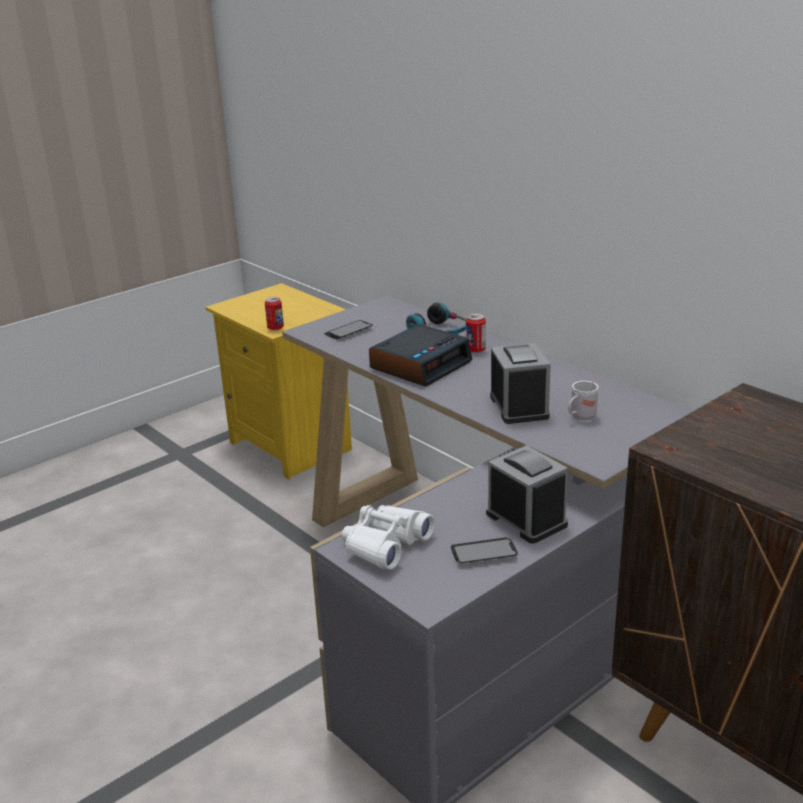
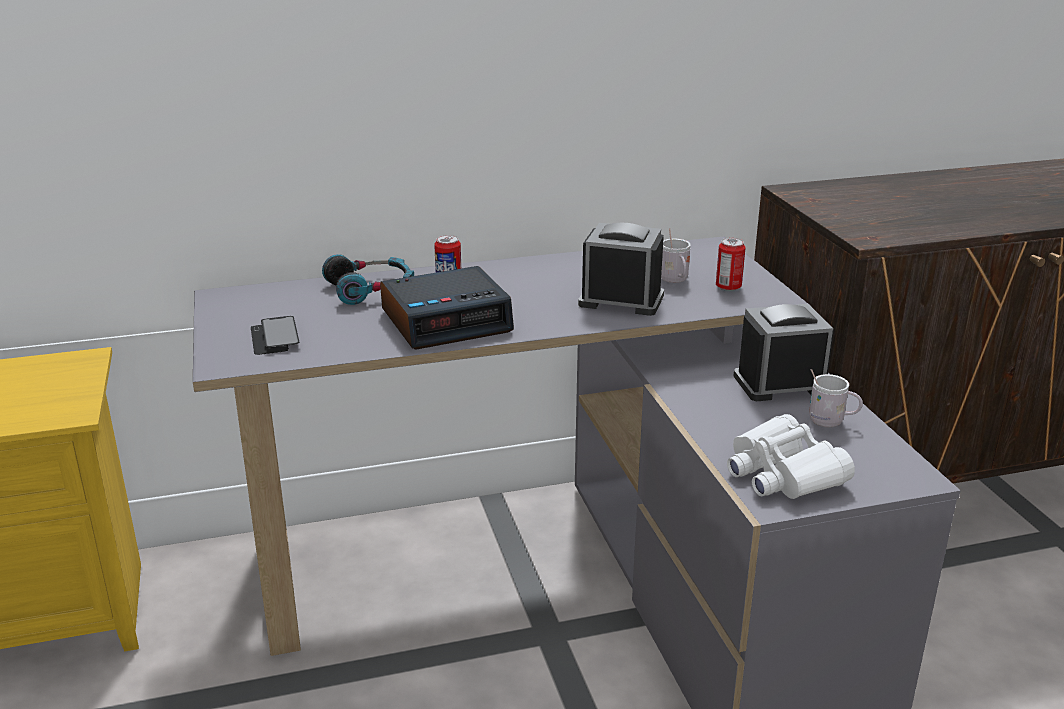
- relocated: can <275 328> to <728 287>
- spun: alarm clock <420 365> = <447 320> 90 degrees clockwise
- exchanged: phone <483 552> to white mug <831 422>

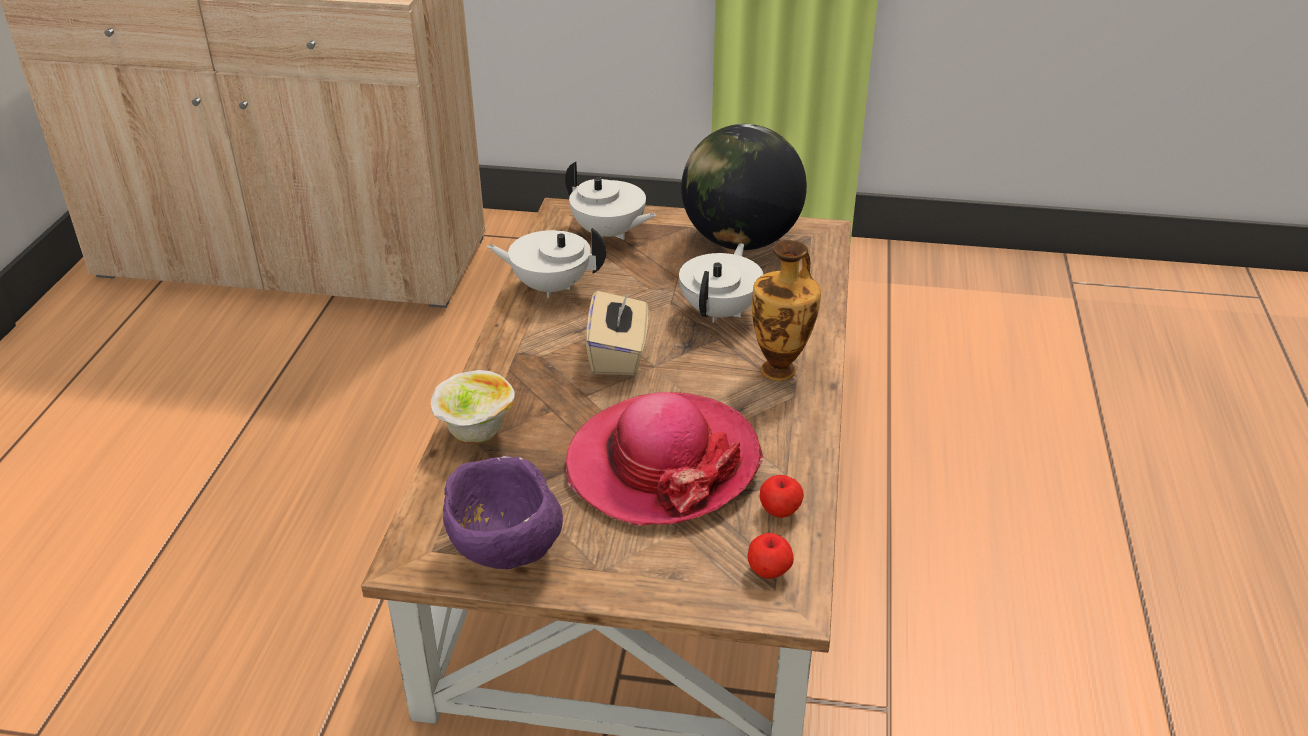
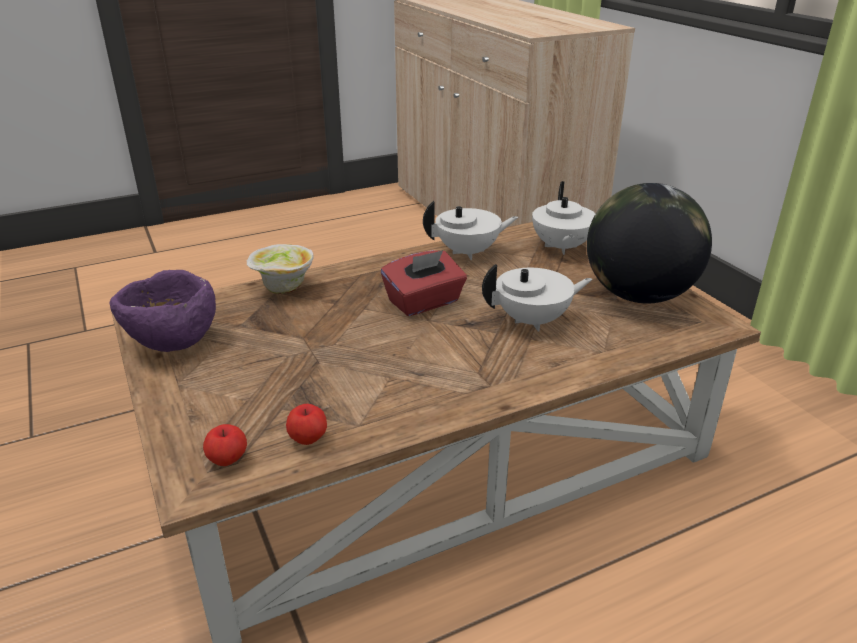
- spun: white teapot <550 286> = <468 252> 105 degrees clockwise
- missing: vase <780 369>
- colour: beige tissue box <618 355> to red tissue box <424 302>
- missing: hat <662 463>

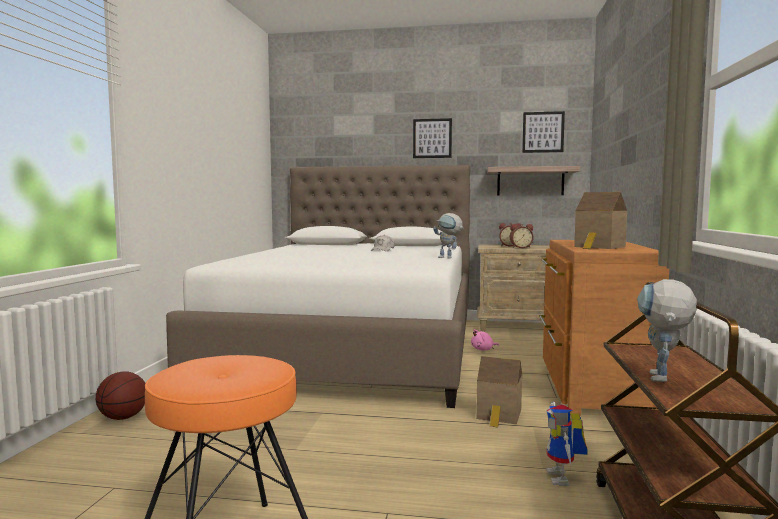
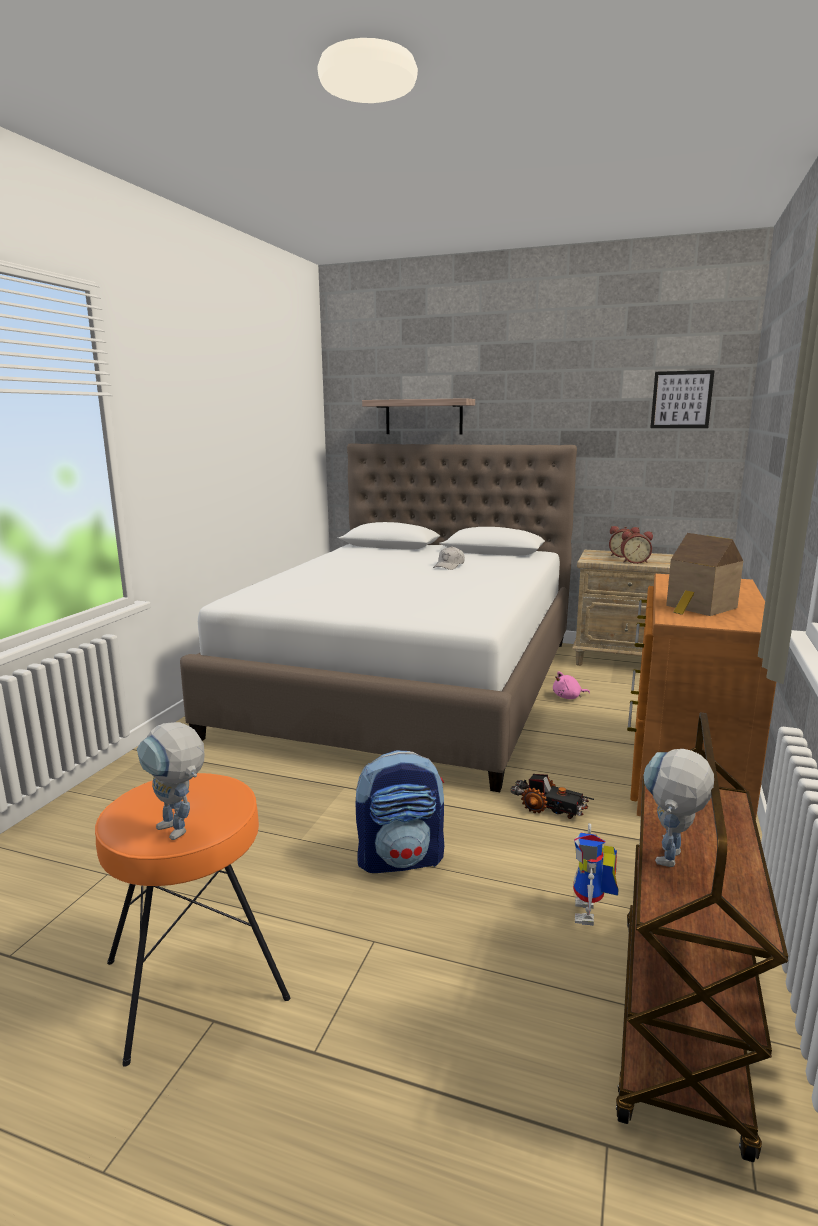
- missing: picture <432 138>
- relocated: shelf <530 181> to <423 417>
- relocated: toy robot <449 258> to <180 833>
- exchanged: toy house <499 415> to toy truck <549 809>
- missing: basketball <123 418>
- appeared: backpack <401 859>

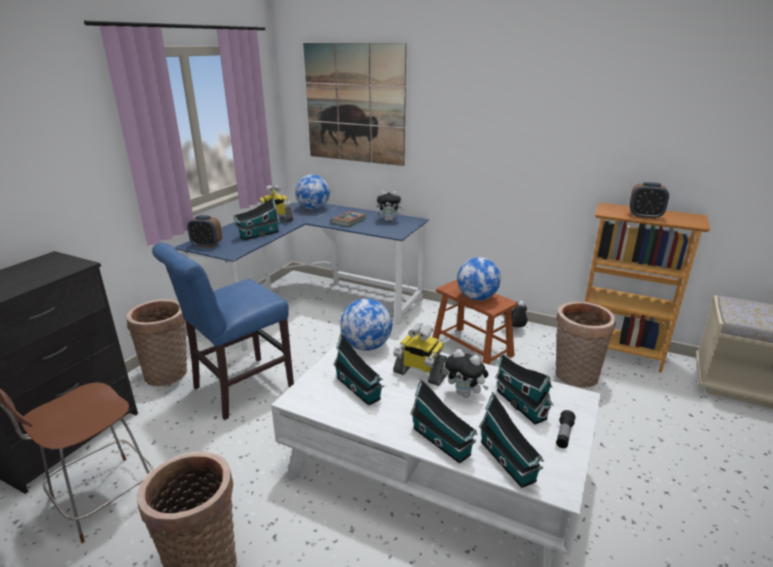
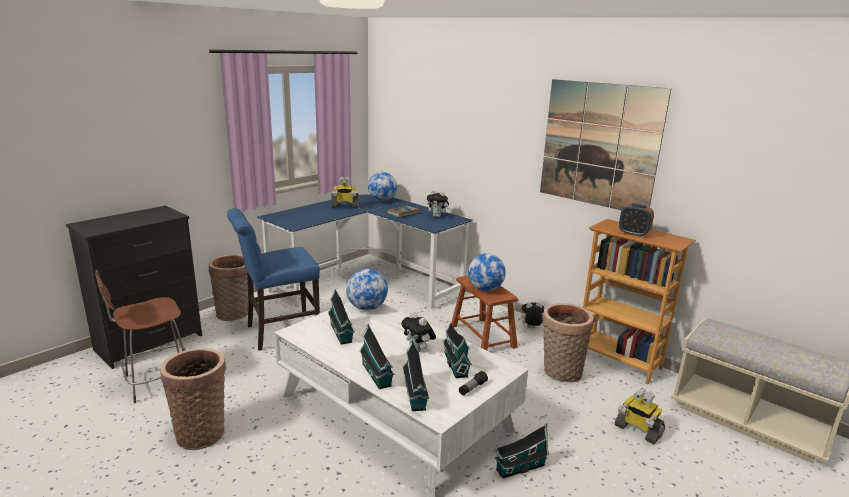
- relocated: picture <354 104> to <599 145>
- relocated: toy house <258 235> to <518 468>
- missing: alarm clock <207 245>
- relocated: toy robot <420 373> to <637 430>

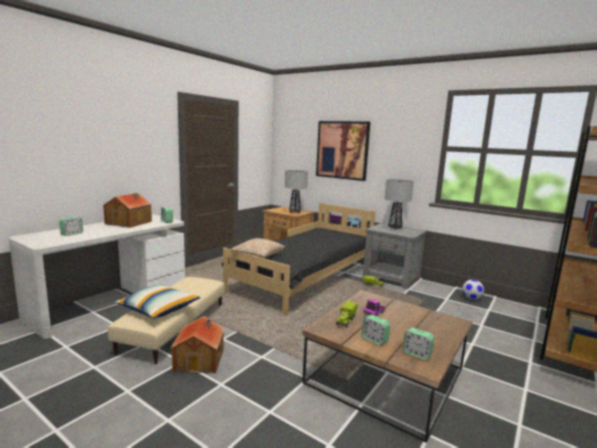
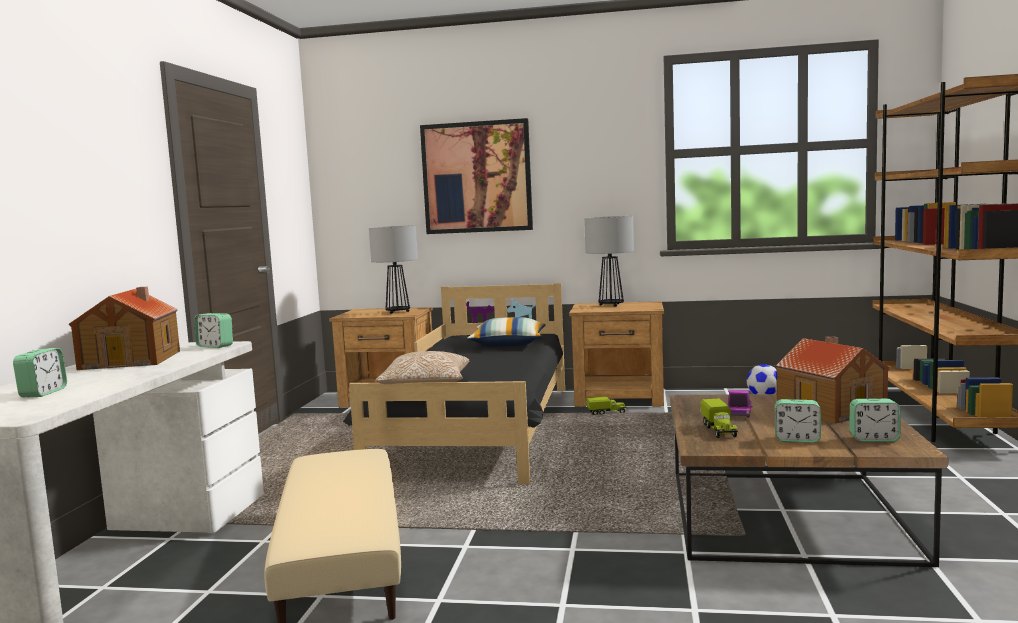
- colour: grey nightstand <391 278> to brown nightstand <620 398>
- relocated: pillow <159 309> to <508 344>
- relocated: toy house <200 359> to <831 409>

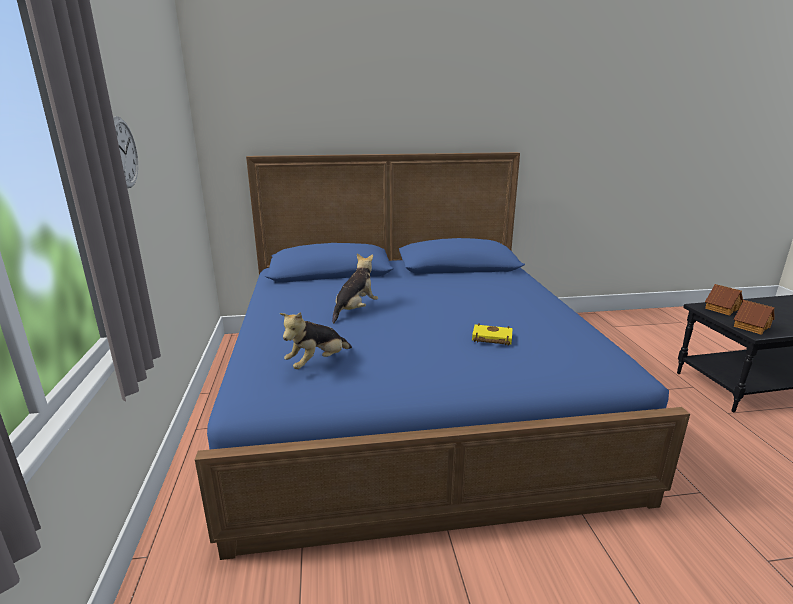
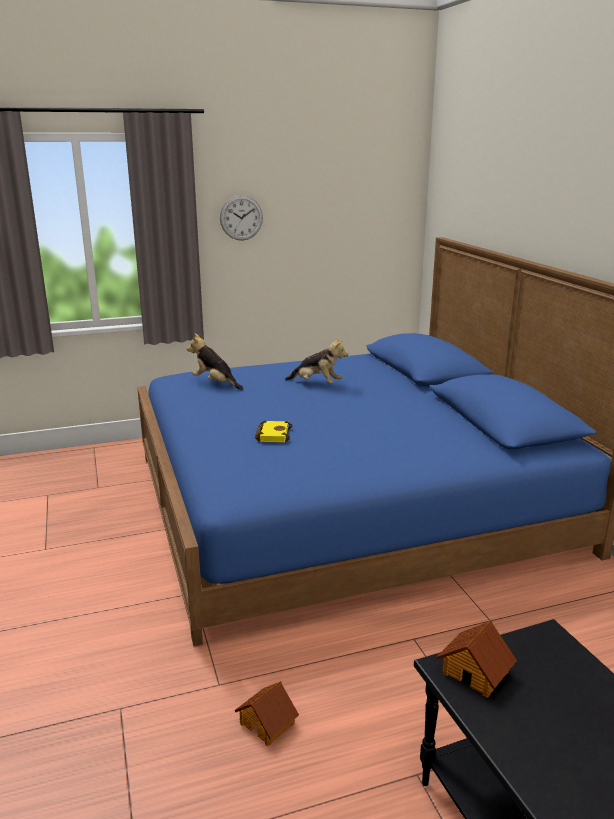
- relocated: toy house <721 309> to <268 723>

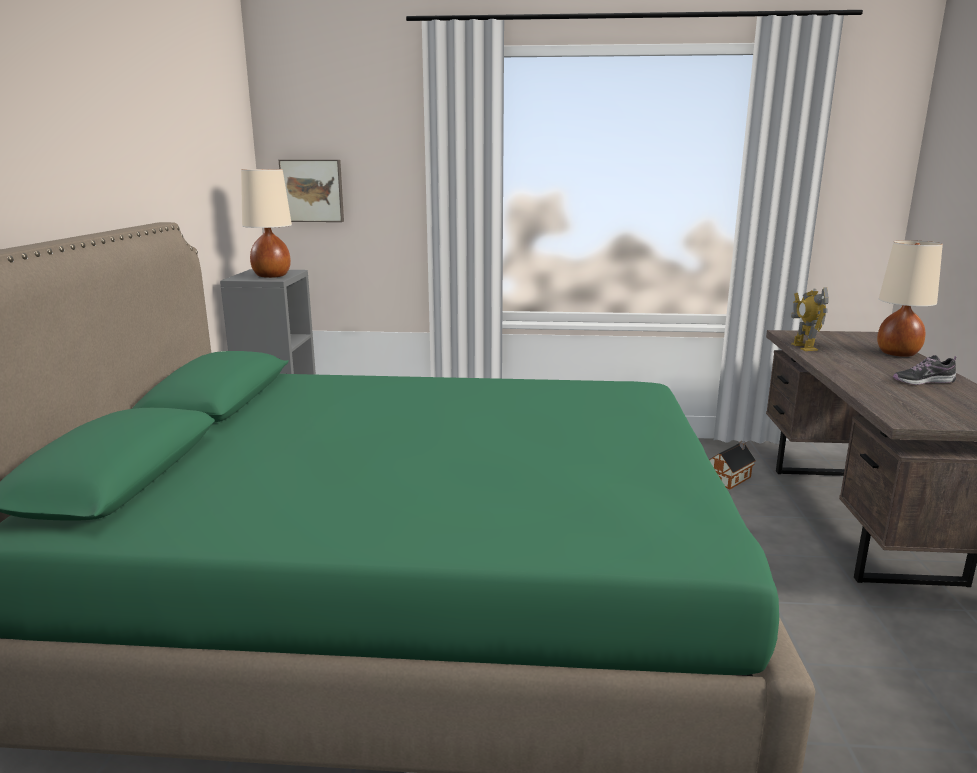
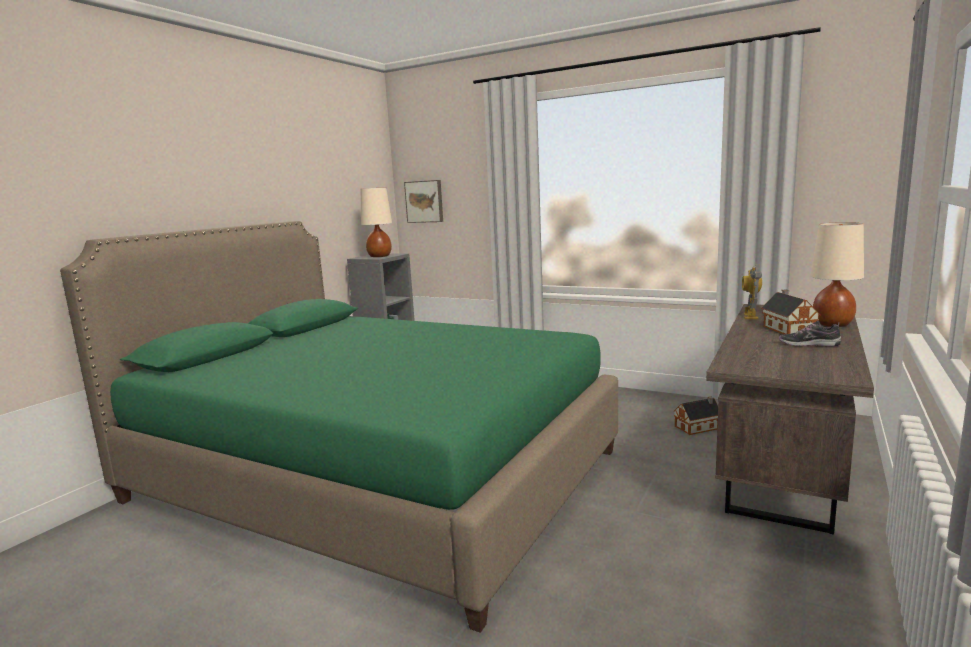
- appeared: toy house <788 329>

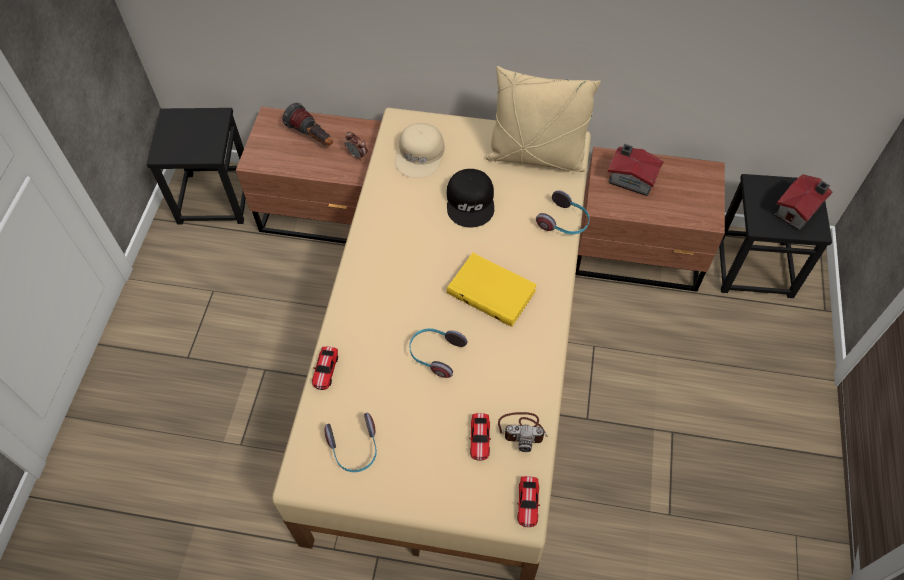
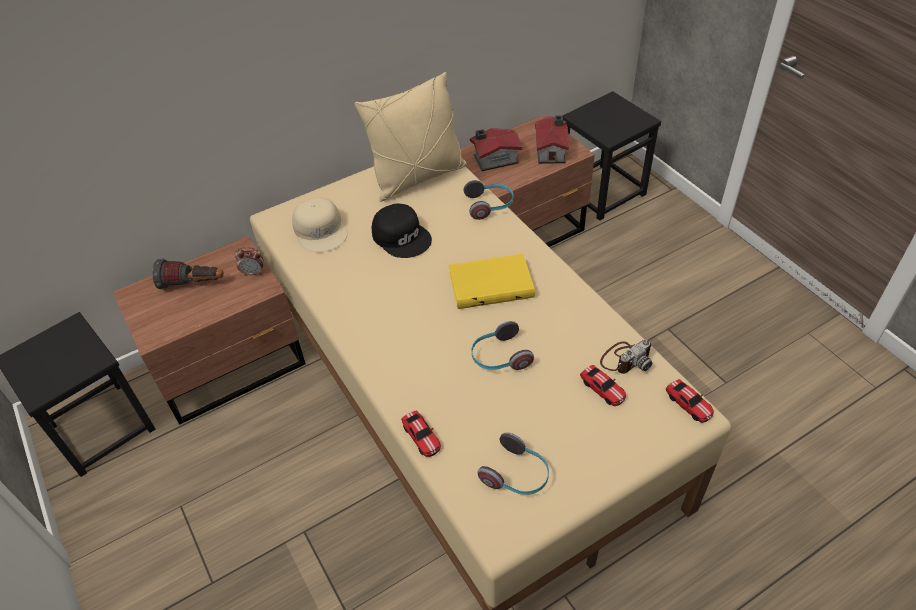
- relocated: toy house <799 210> to <551 151>

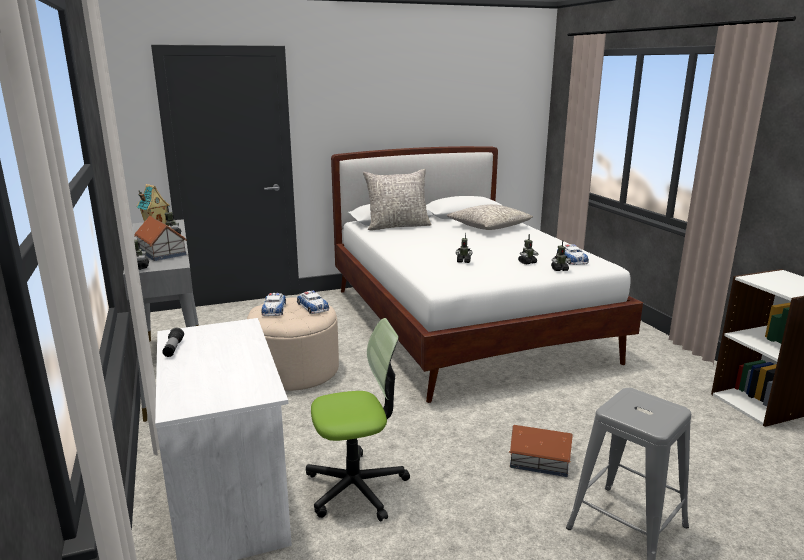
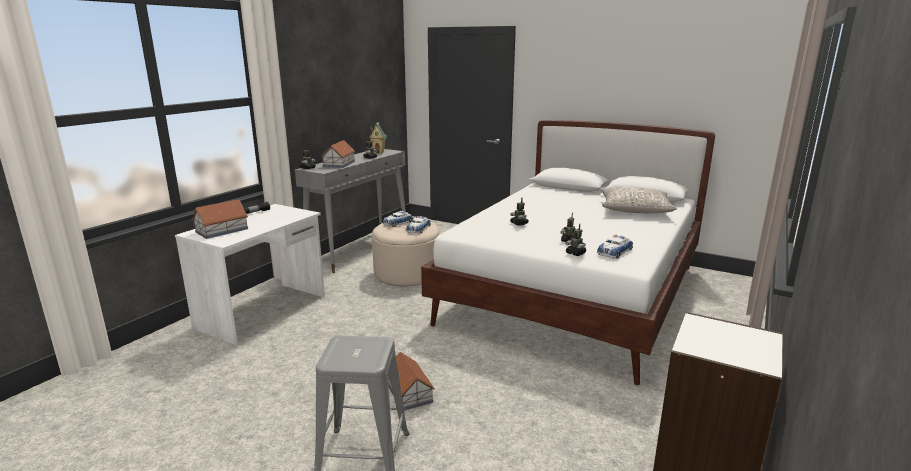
- missing: grey pillow <397 226>
- missing: office chair <356 487>
- appeared: toy house <221 230>

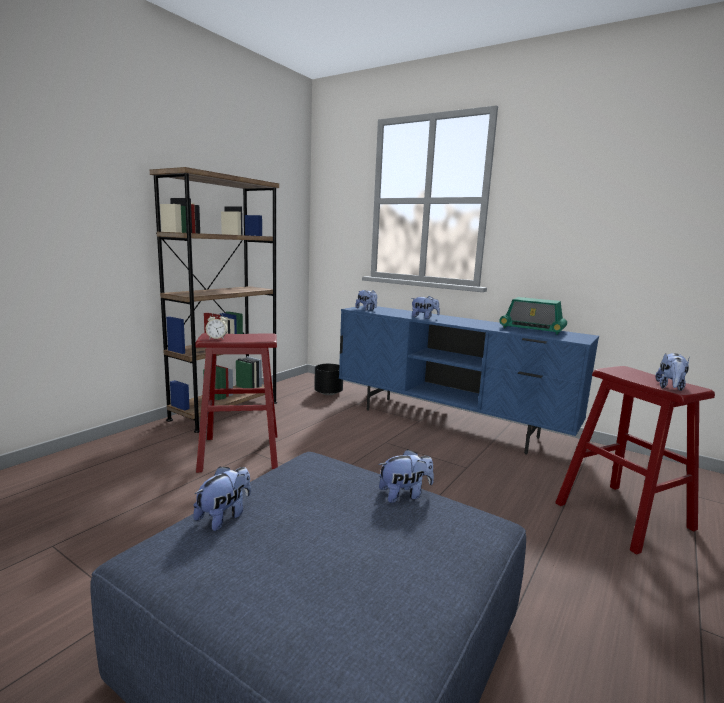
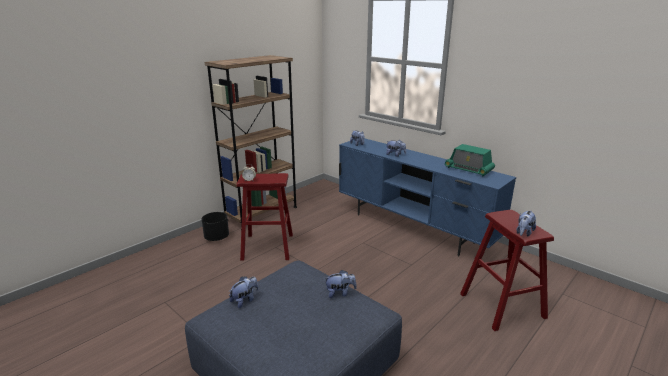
- relocated: black planter <328 393> to <216 238>

